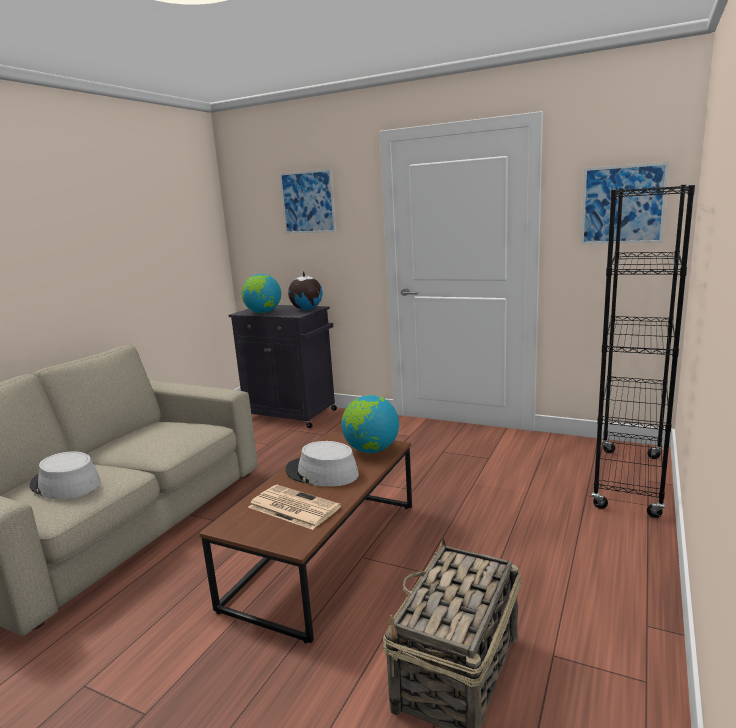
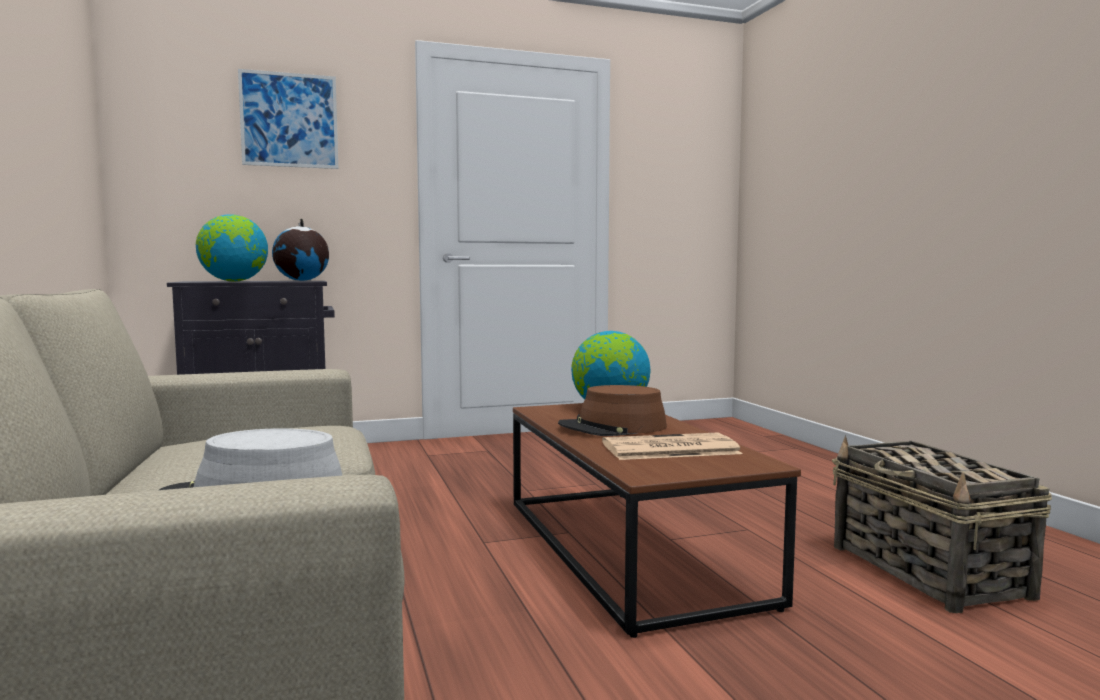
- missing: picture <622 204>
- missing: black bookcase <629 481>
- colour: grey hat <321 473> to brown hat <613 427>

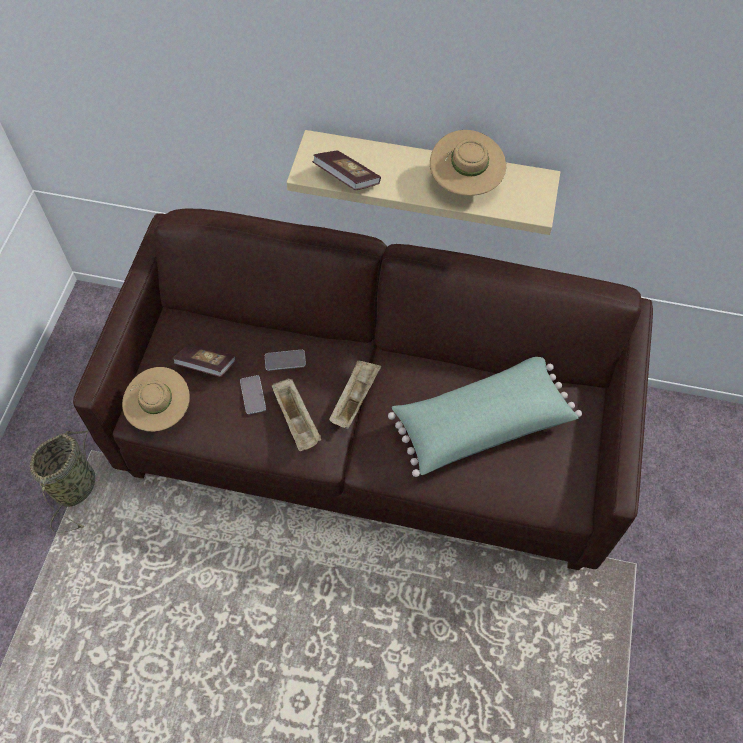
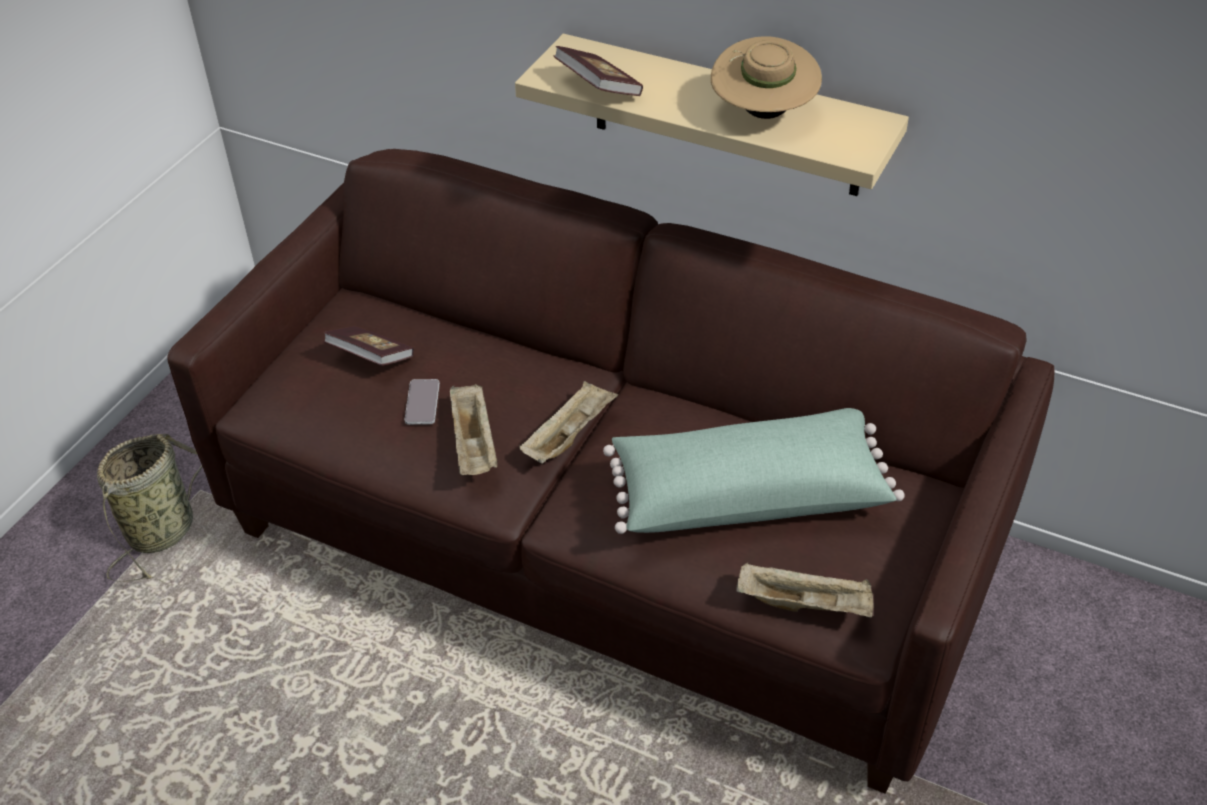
- missing: phone <285 360>
- missing: beige hat <161 411>
- appeared: beige tray <805 604>

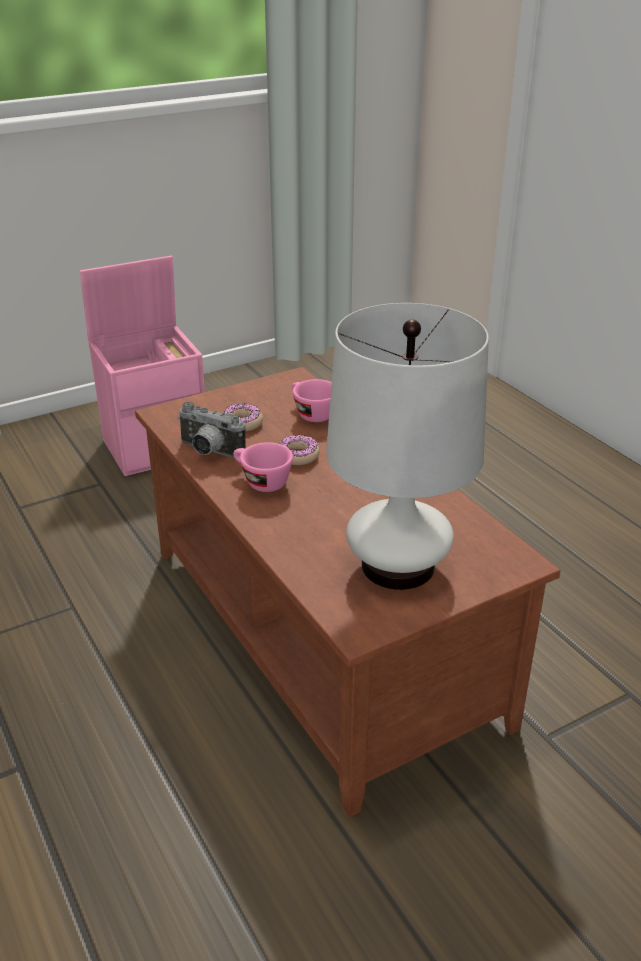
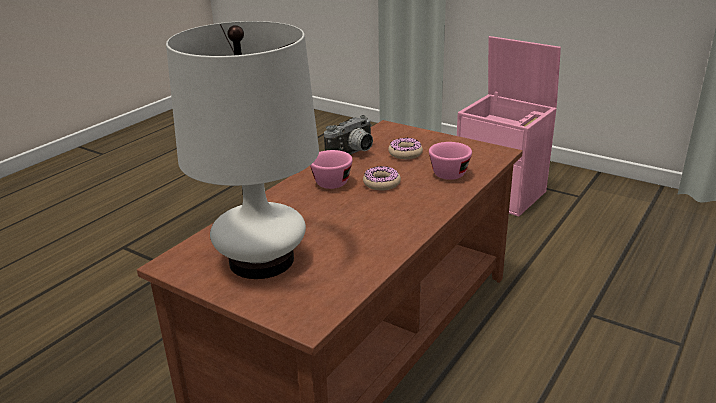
- spun: photo camera <208 452> = <353 154> 135 degrees counterclockwise

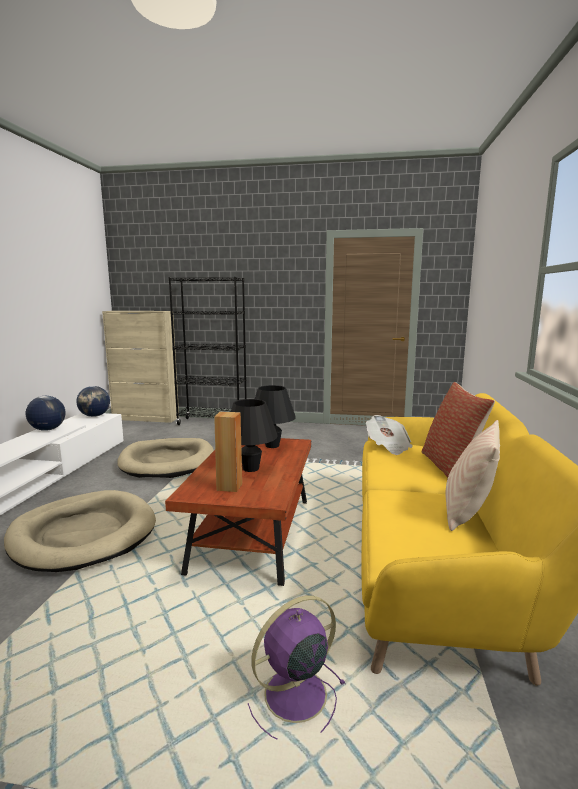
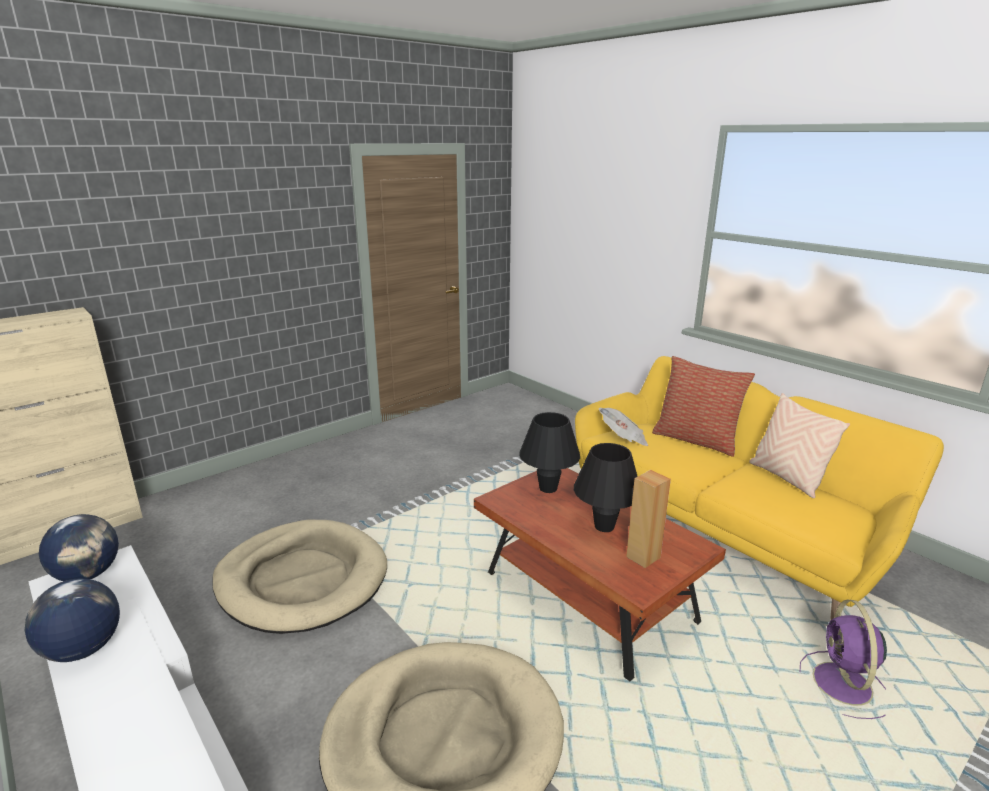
- missing: black bookcase <213 423>

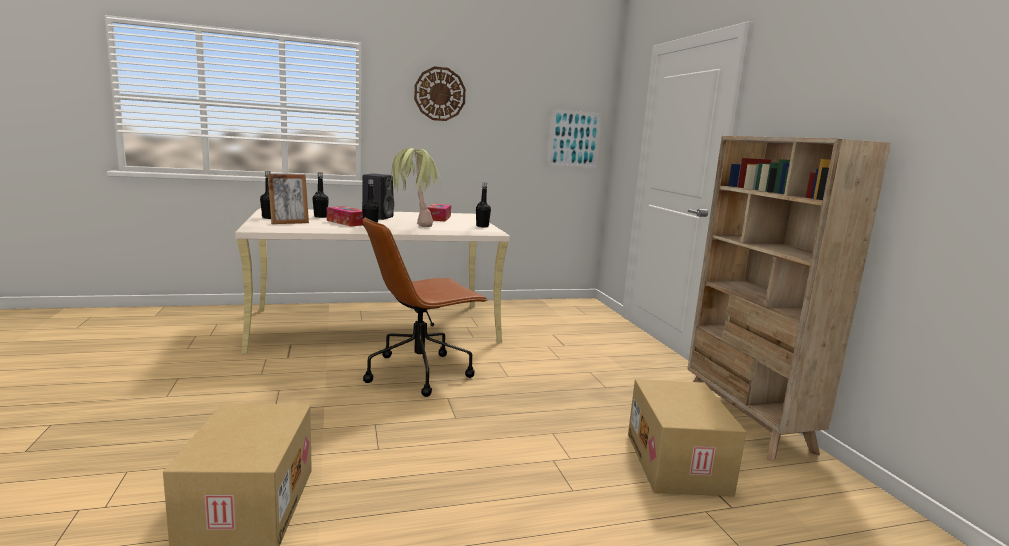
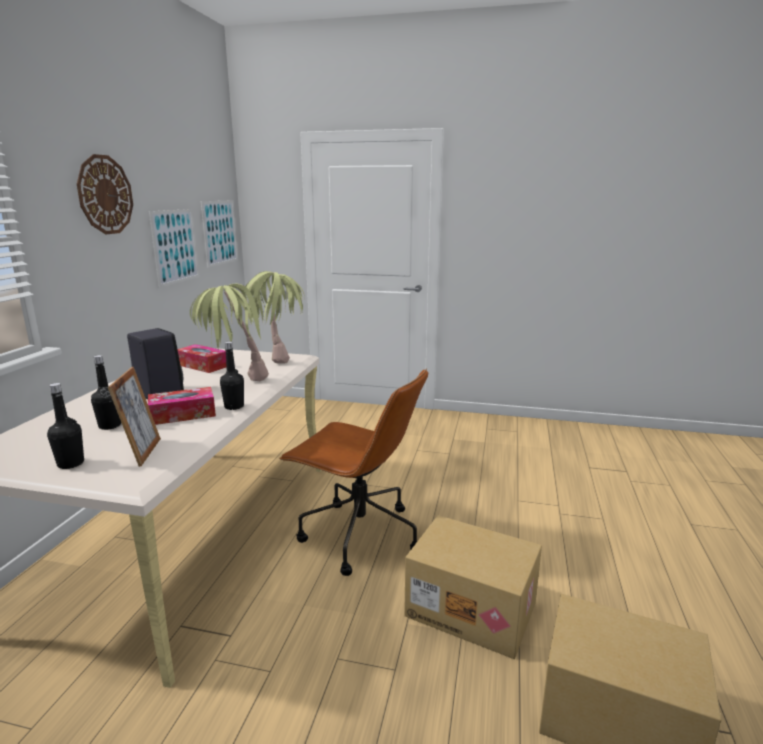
- missing: beige bookcase <746 422>
- exchanged: black bottle <482 226> to potted plant <278 357>
- spun: brown office chair <420 372> = <358 535> 60 degrees counterclockwise
- relocated: cardboard box <678 463> to <472 608>
- appeared: picture <175 246>

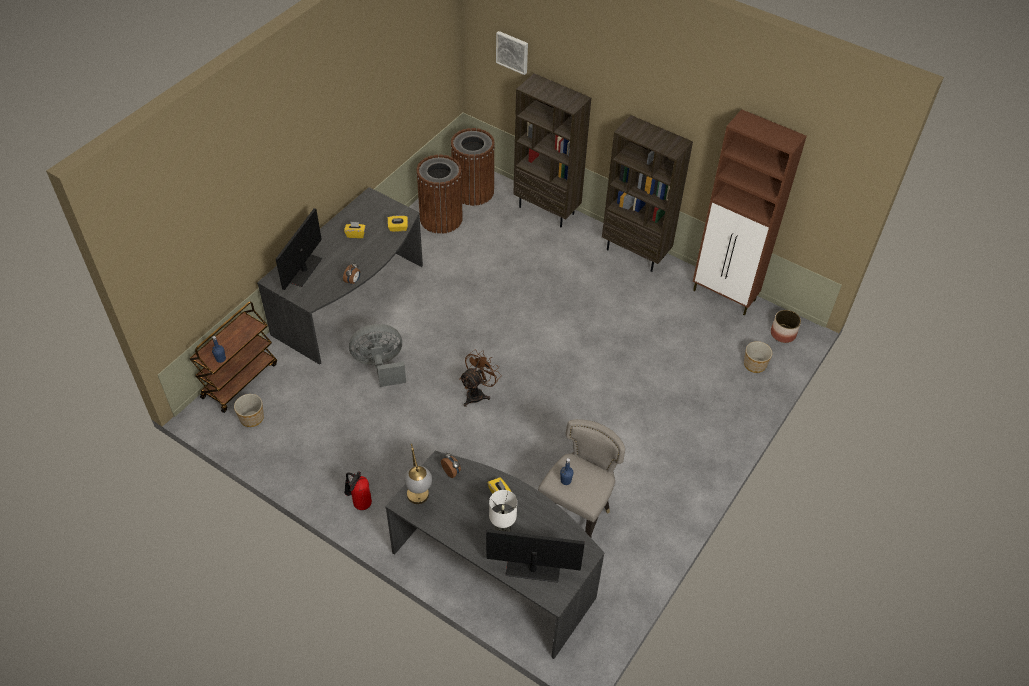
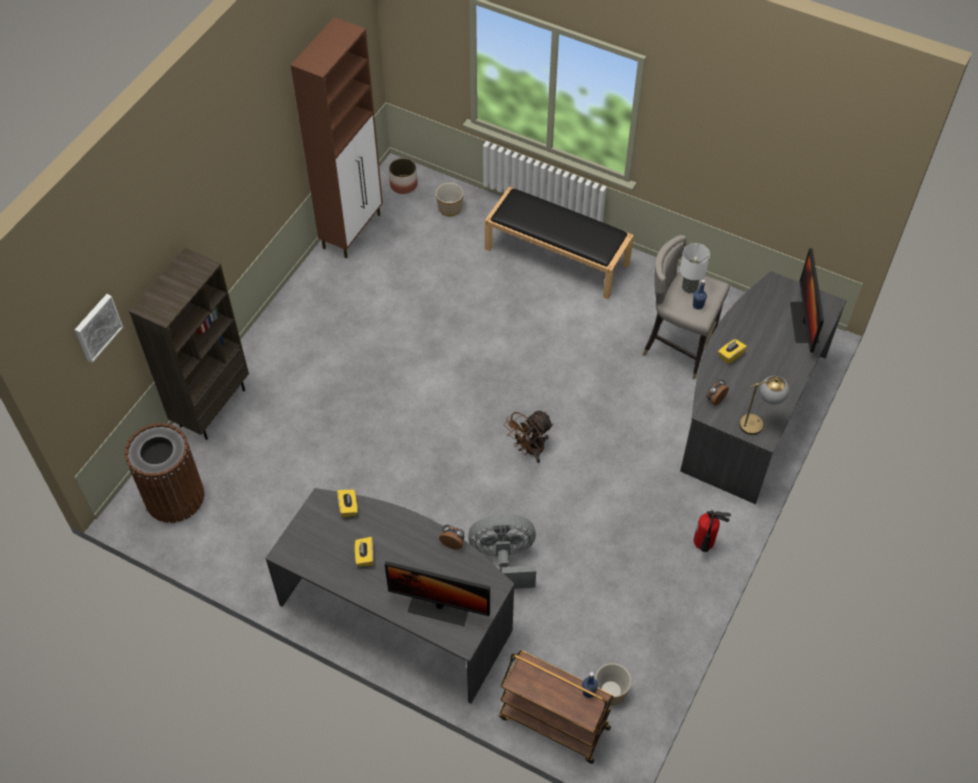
- missing: brown bookcase <636 253>
- missing: brown trash can <441 218>
- spun: grey fan <380 366> = <504 559> 105 degrees clockwise
- spun: brown fan <478 393> = <529 451> 75 degrees counterclockwise
- relocated: table lamp <502 530> to <690 287>
- appeared: black bench <558 256>

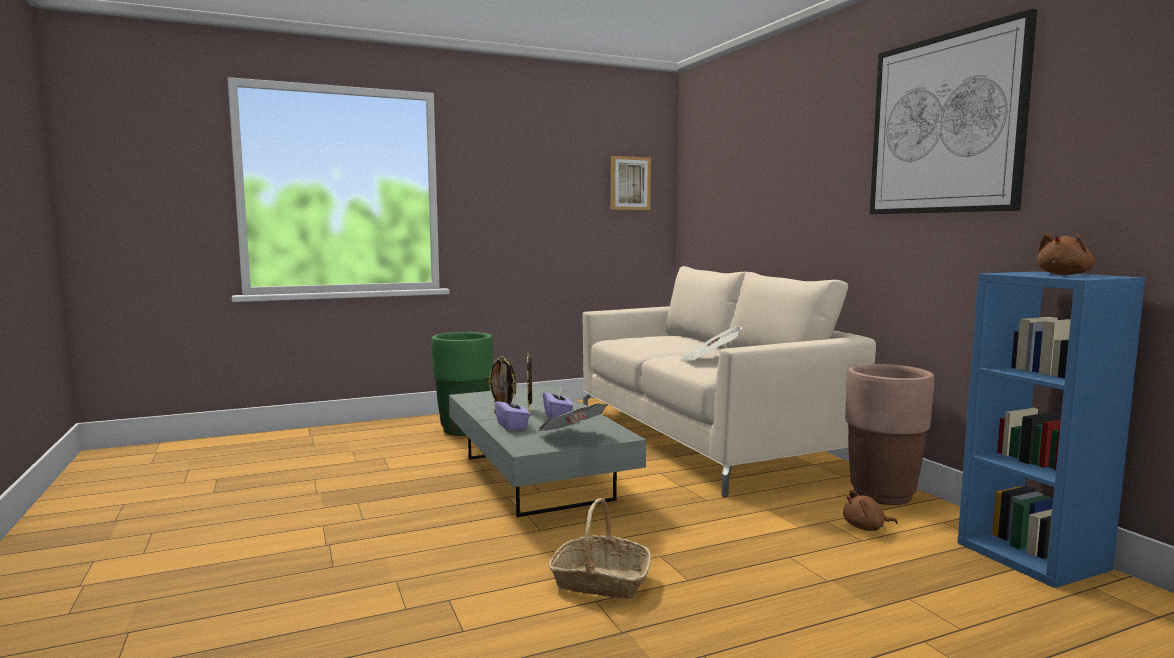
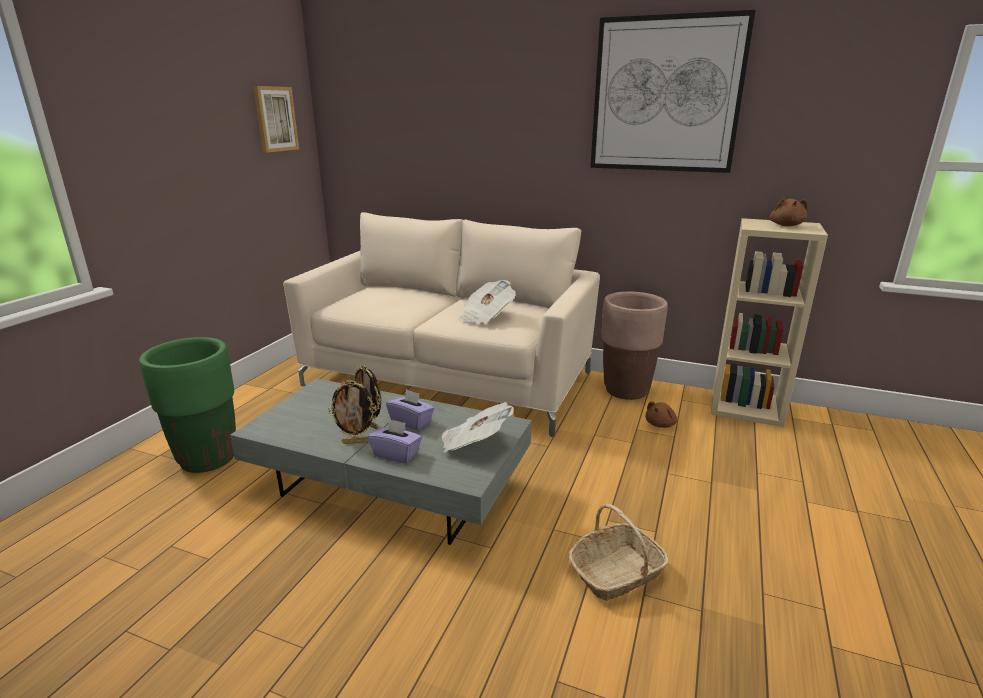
- colour: blue bookcase <1034 556> to beige bookcase <747 407>

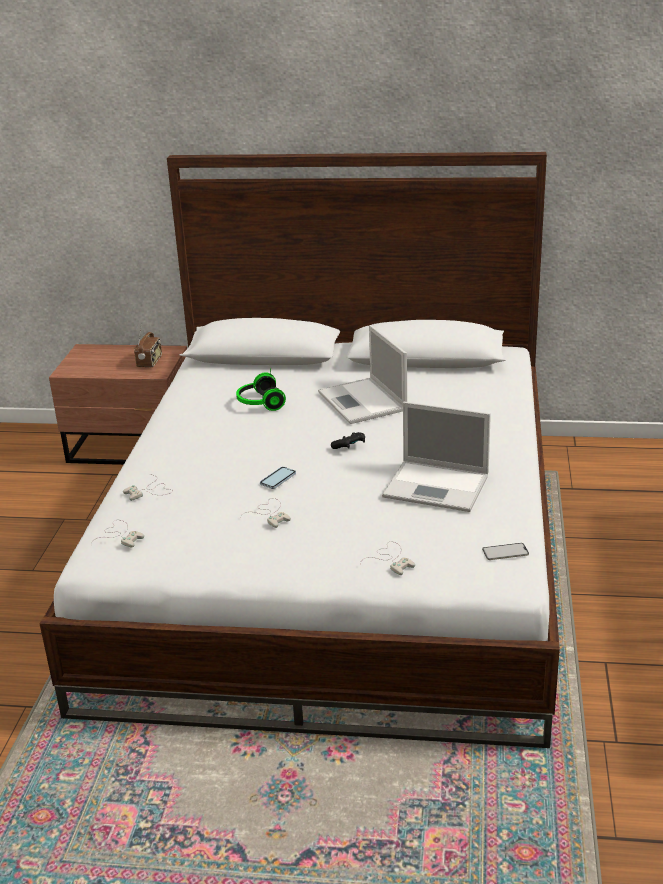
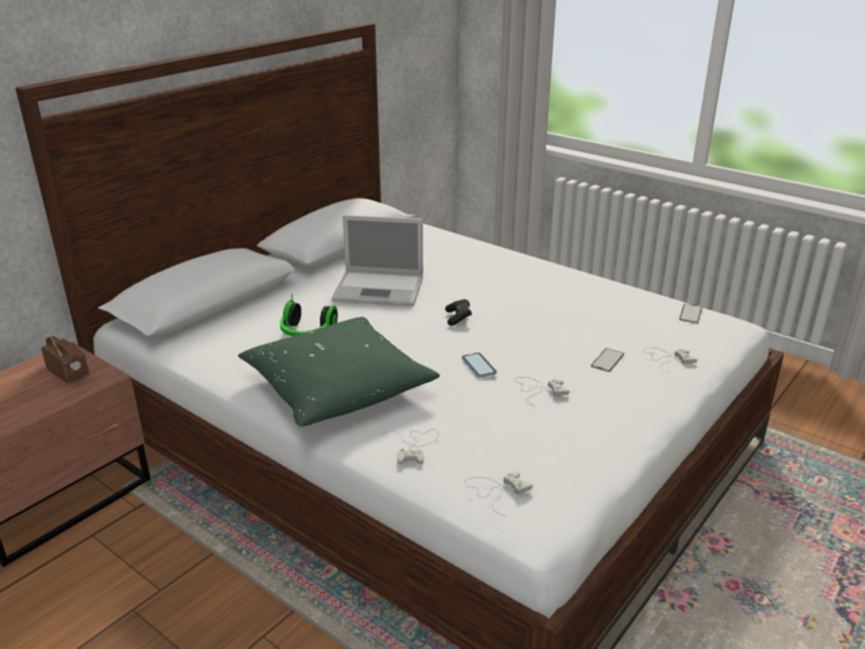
- missing: laptop <438 486>
- appeared: green pillow <337 387>
- appeared: phone <607 360>

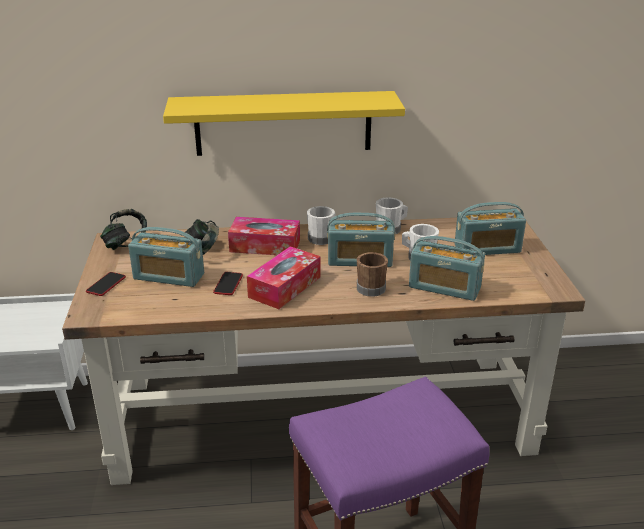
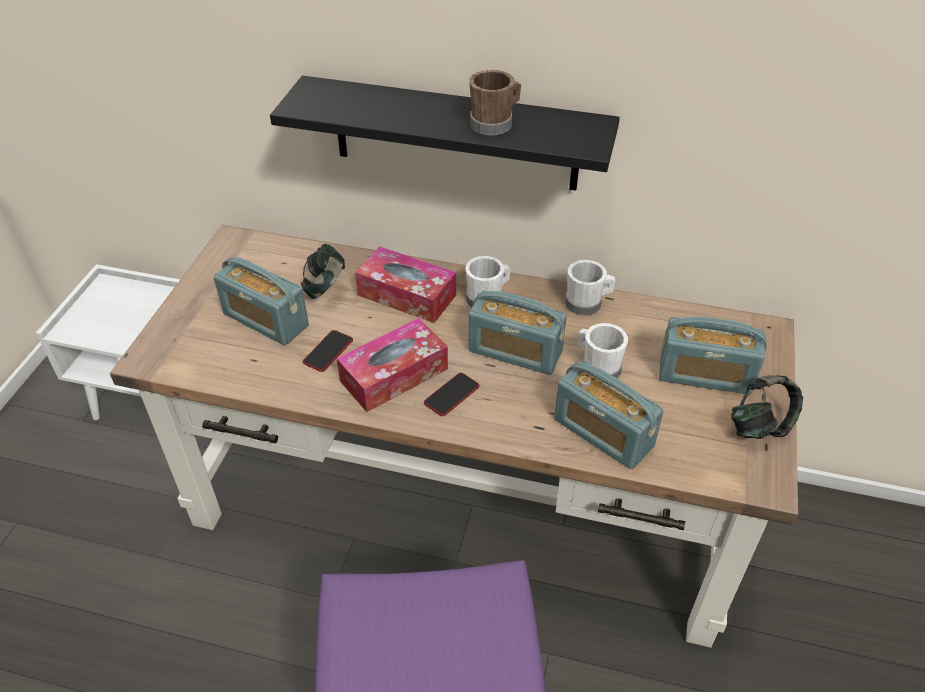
- colour: yellow shelf <283 123> to black shelf <455 134>
- relocated: headphones <126 244> to <760 426>
- relocated: brown mug <373 287> to <495 123>
- relocated: phone <106 284> to <451 395>

